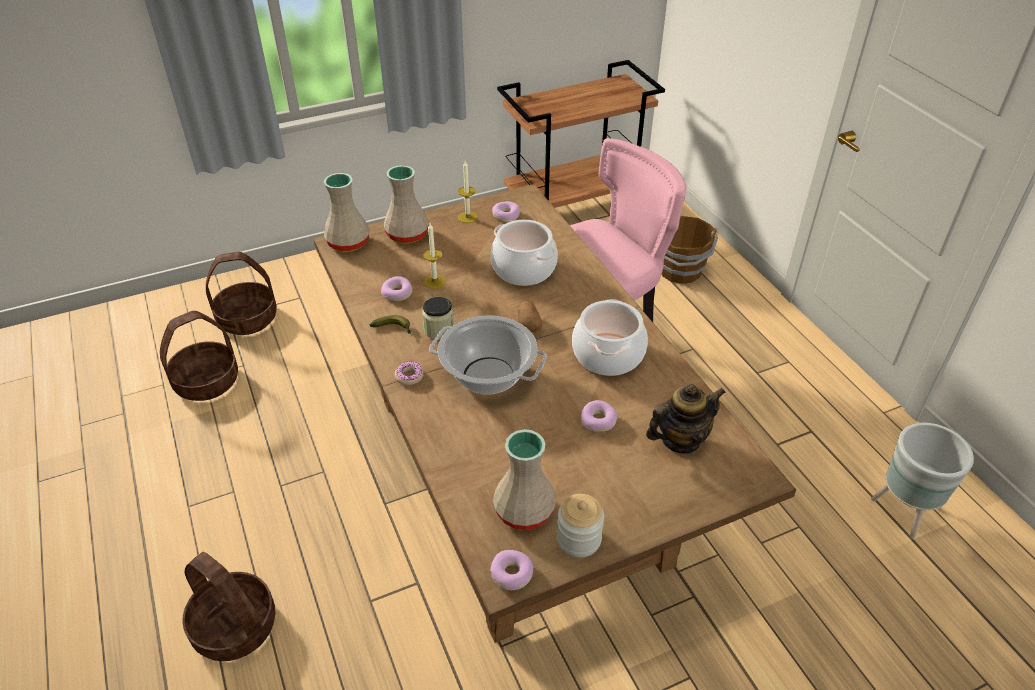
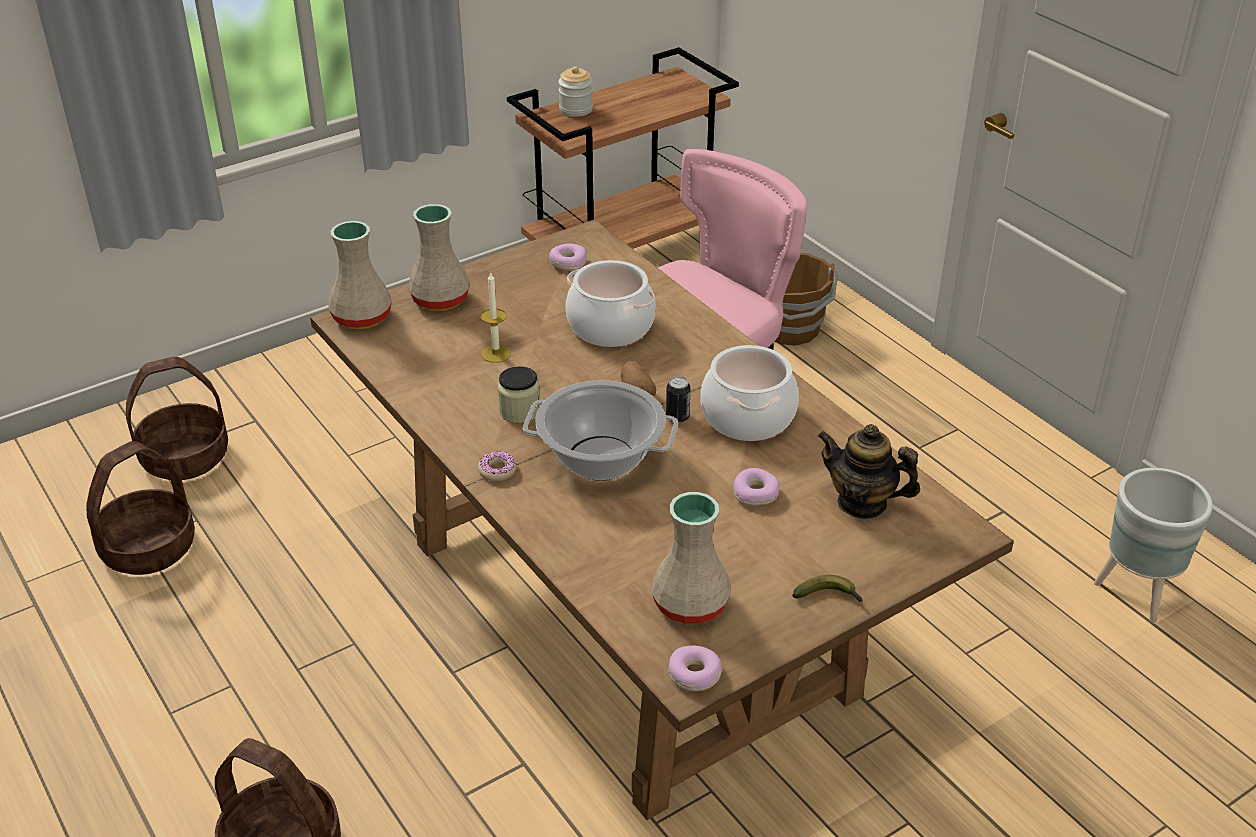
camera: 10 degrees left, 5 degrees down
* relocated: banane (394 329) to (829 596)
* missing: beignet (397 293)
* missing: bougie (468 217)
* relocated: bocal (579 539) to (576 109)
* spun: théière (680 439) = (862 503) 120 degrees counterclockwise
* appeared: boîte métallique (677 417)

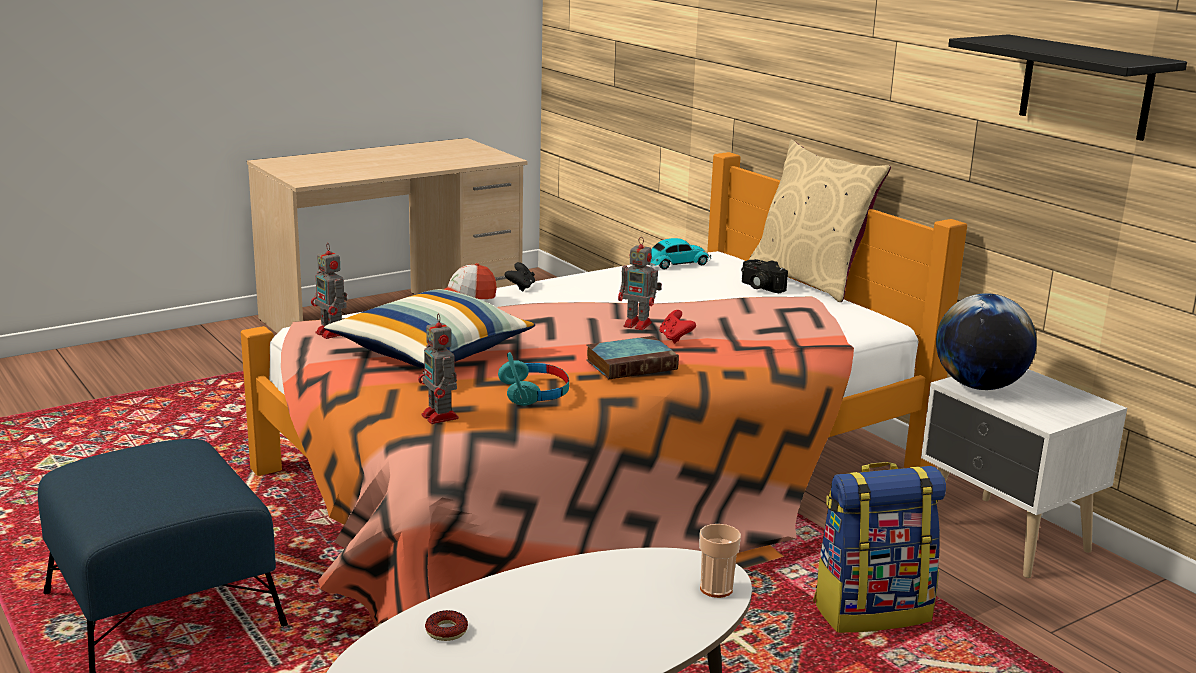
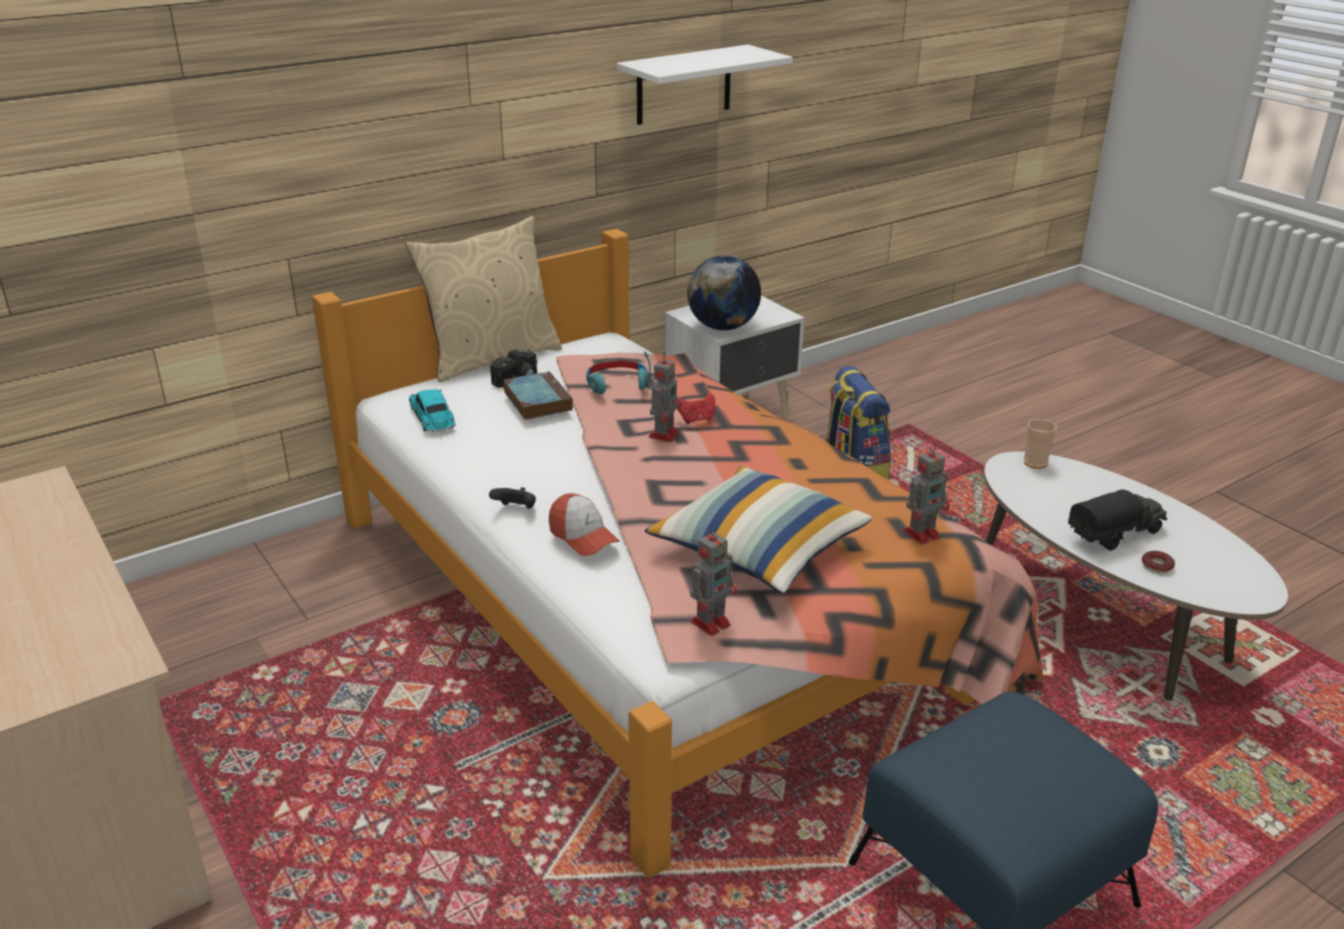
camera: 90 degrees left, 10 degrees up
* relocated: casque audio/turquoise (534 393) to (617 384)
* relocated: livre (632 364) to (536 400)
* colour: étagère/noir (1085 87) to étagère/blanc (684 85)
* appeared: camion jouet (1116 534)

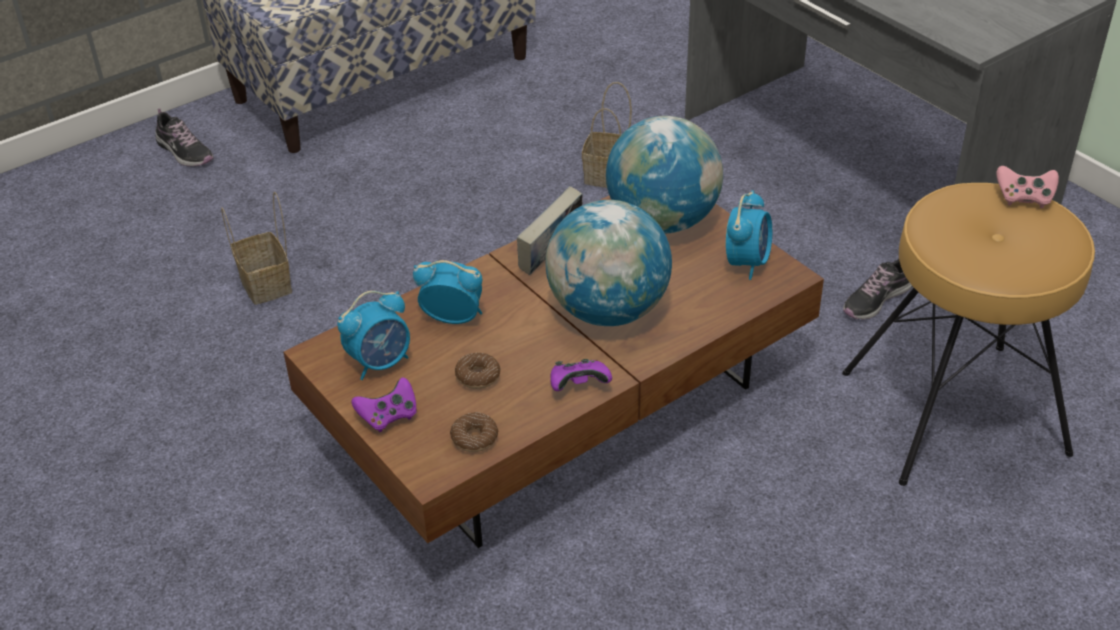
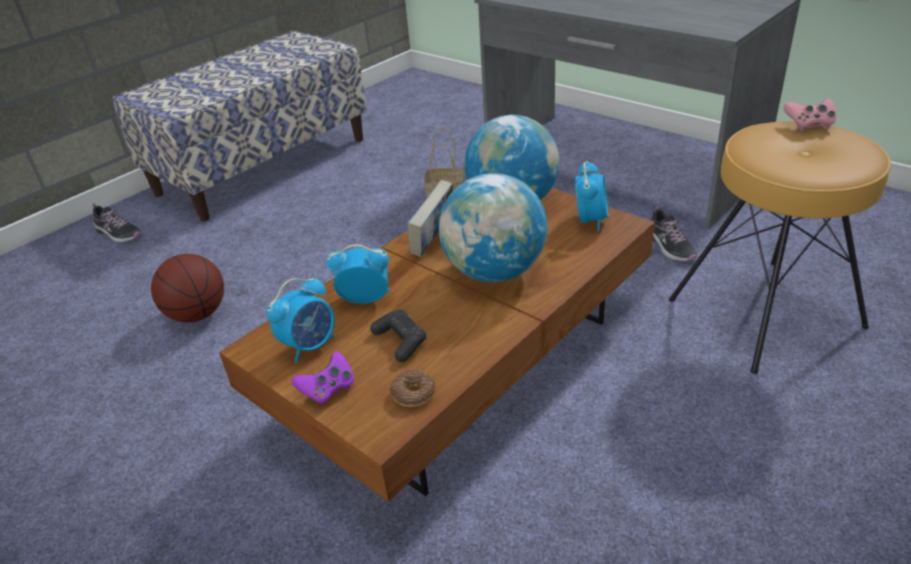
camera: 10 degrees left, 5 degrees down
* exchanged: panier (267 285) to ballon de basket (197 314)
* exchanged: beignet (478 376) to manette/noir (400 341)
* missing: manette/violet (579 386)
* spun: chaussure (876 299) = (669 246) 60 degrees counterclockwise

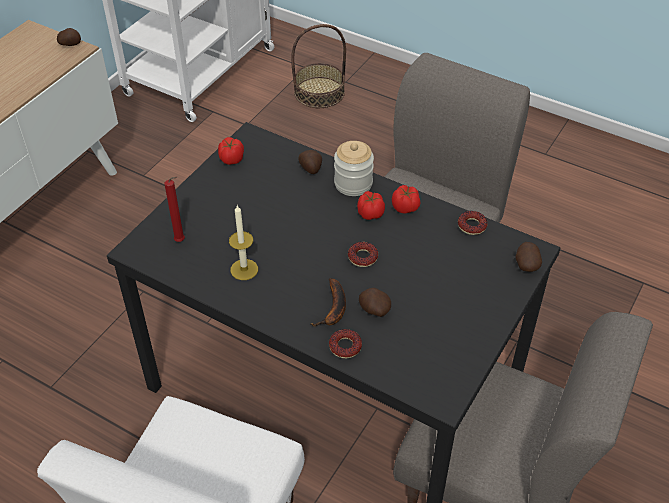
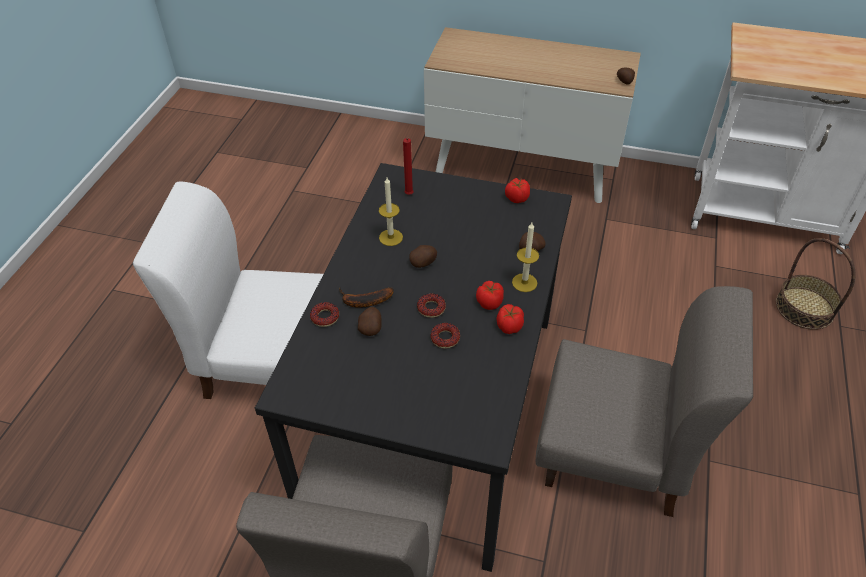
camera: 75 degrees right, 0 degrees up
* exchanged: bocal (353 183) to bougie (524 282)
* relocated: beignet (472 226) to (445 338)
* relocated: pomme de terre (526 264) to (423 263)

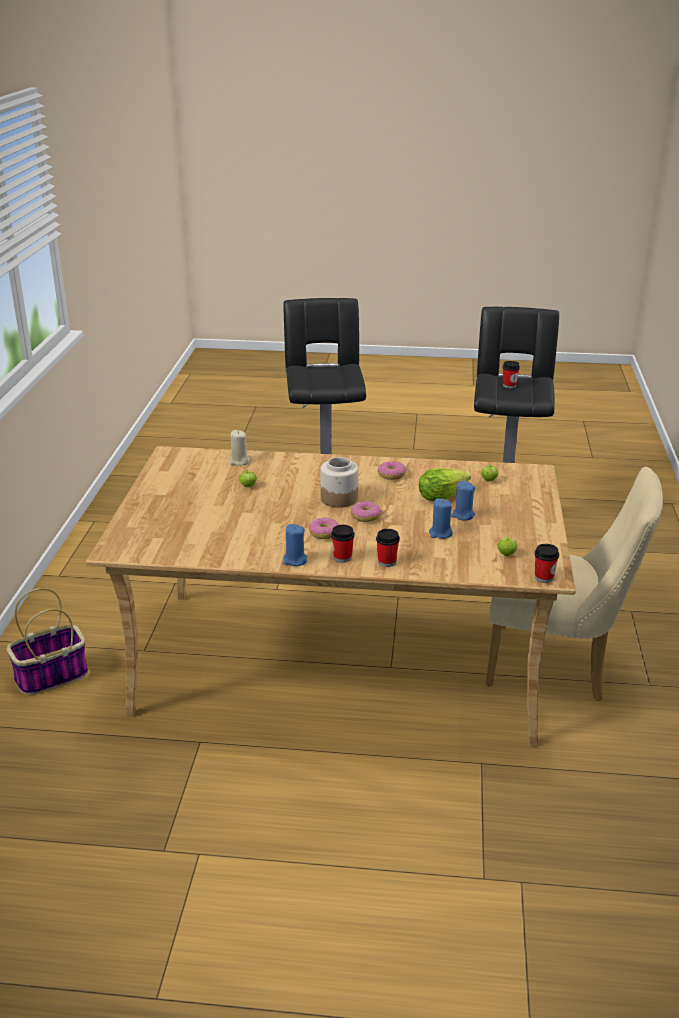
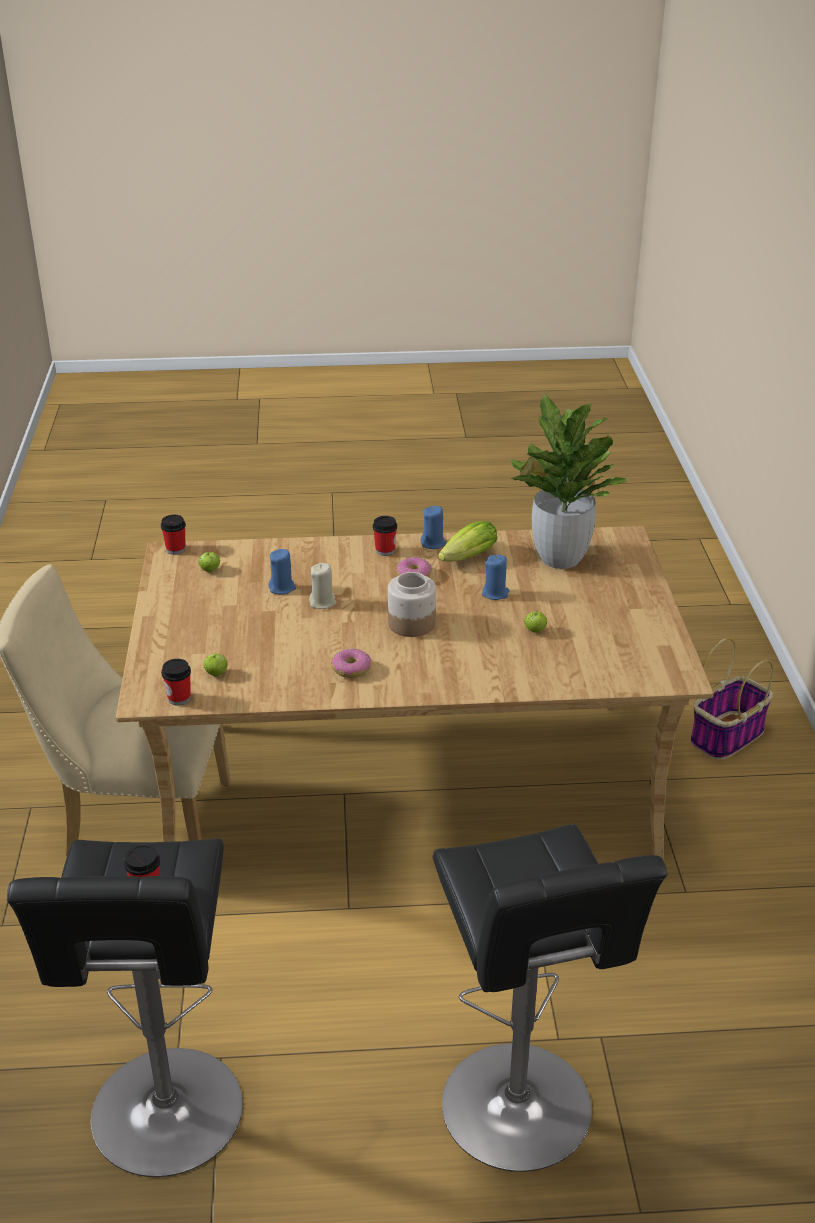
camera: 170 degrees right, 5 degrees up
* relocated: bougie/beige (239 461) to (323 602)
* missing: beignet (366 516)
* relocated: tasse (387 562) to (179 698)
* relocated: laitue (445 495) to (465 559)
* relocated: bougie/bleu (463 515) to (495 593)
* appeared: plante en pot (559 558)

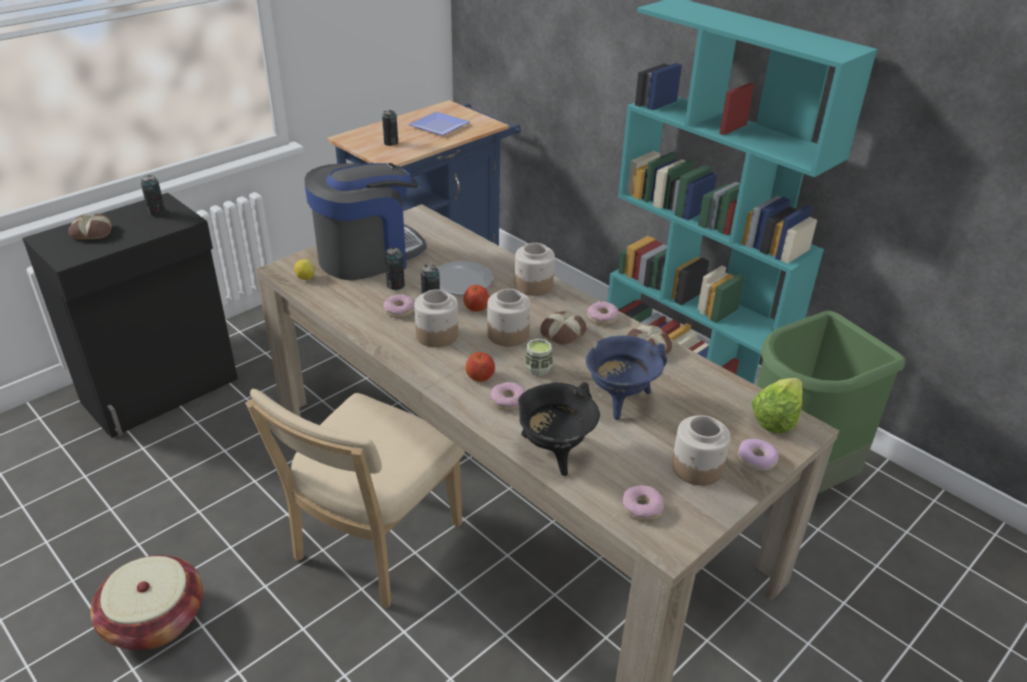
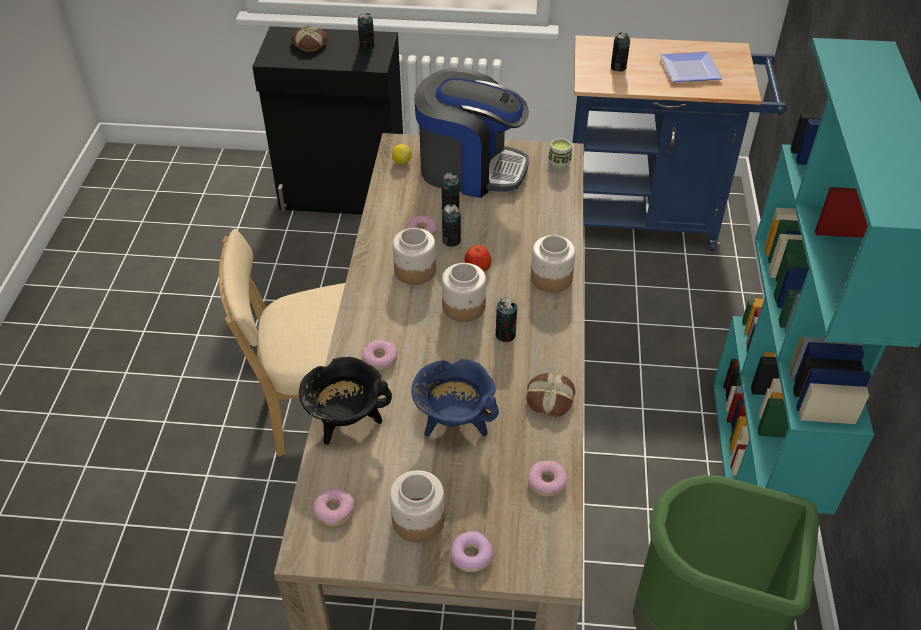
camera: 50 degrees right, 10 degrees up
* missing: panier (155 620)
* missing: assiette (461 280)
* missing: pomme (480 376)
* relocated: tasse (538 369) to (559 164)
* exchanged: pain (562 332) to boîte métallique (505 335)
* relocated: beignet (602 317) to (546 482)
* missing: laitue (775 418)

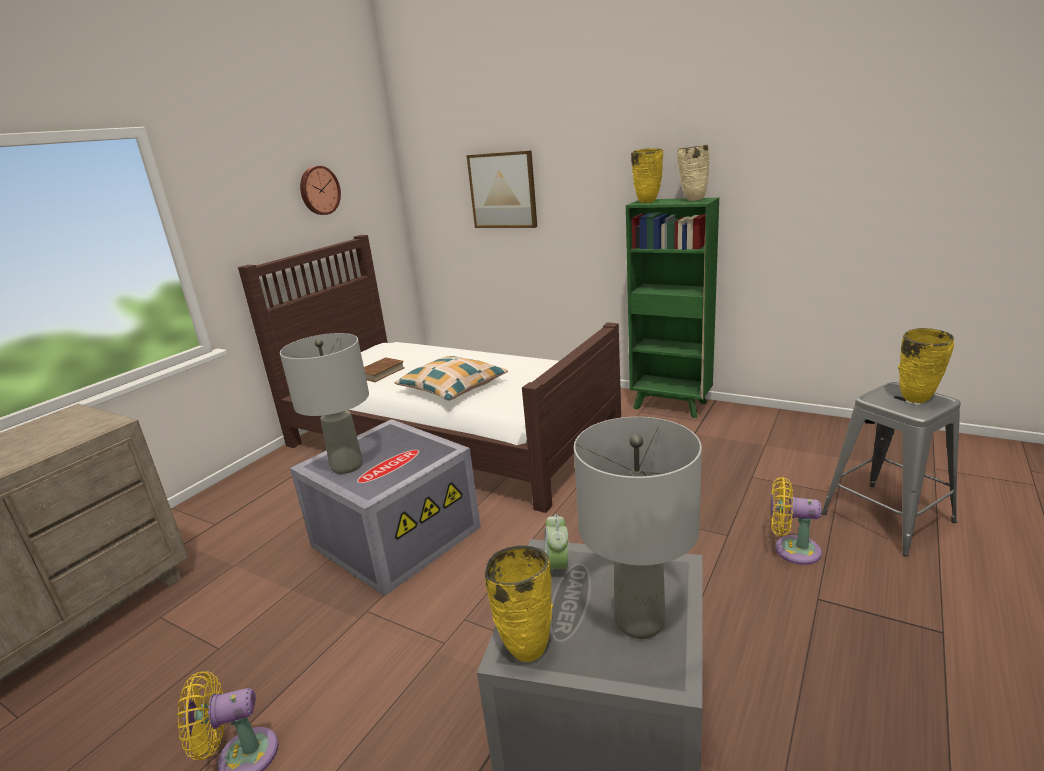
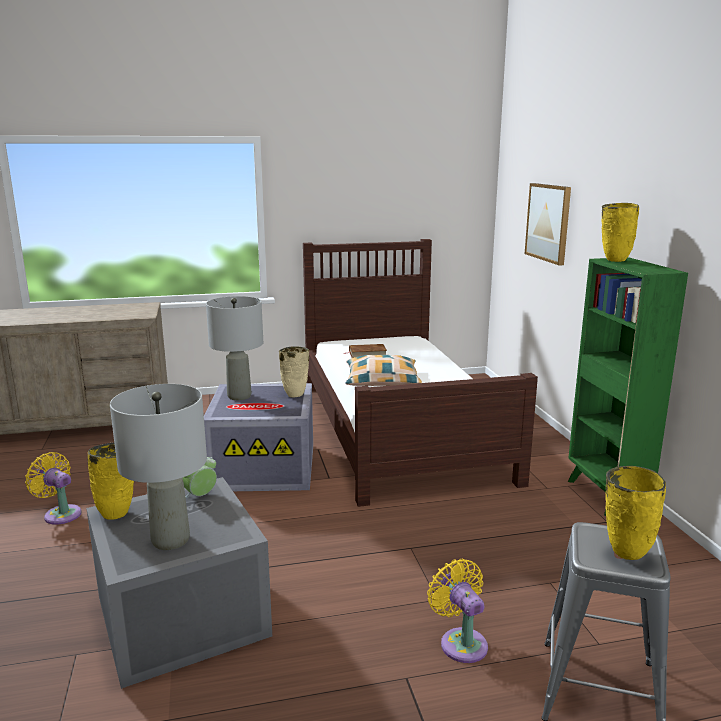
camera: 45 degrees right, 5 degrees down
* missing: horloge murale (319 190)
* relocated: vase/beige (692 200) to (295 394)

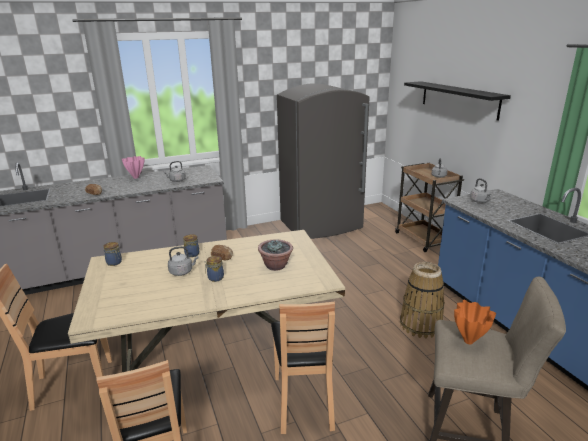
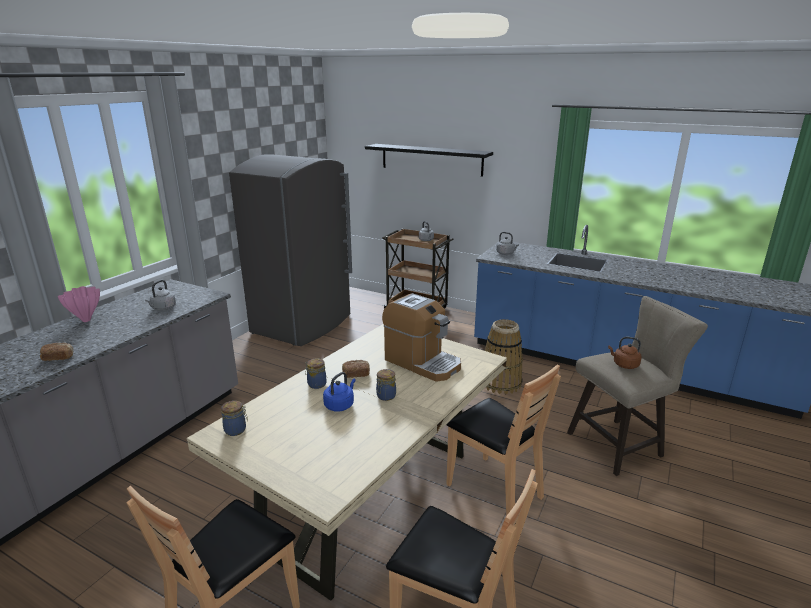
camera: 40 degrees left, 0 degrees up
* colour: bouilloire/gris (182 272) to bouilloire/bleu (340 405)
* exchanged: plante en pot (276 266) to machine à café (422 362)
* exchanged: vase/orange (469 342) to bouilloire/marron (624 364)

